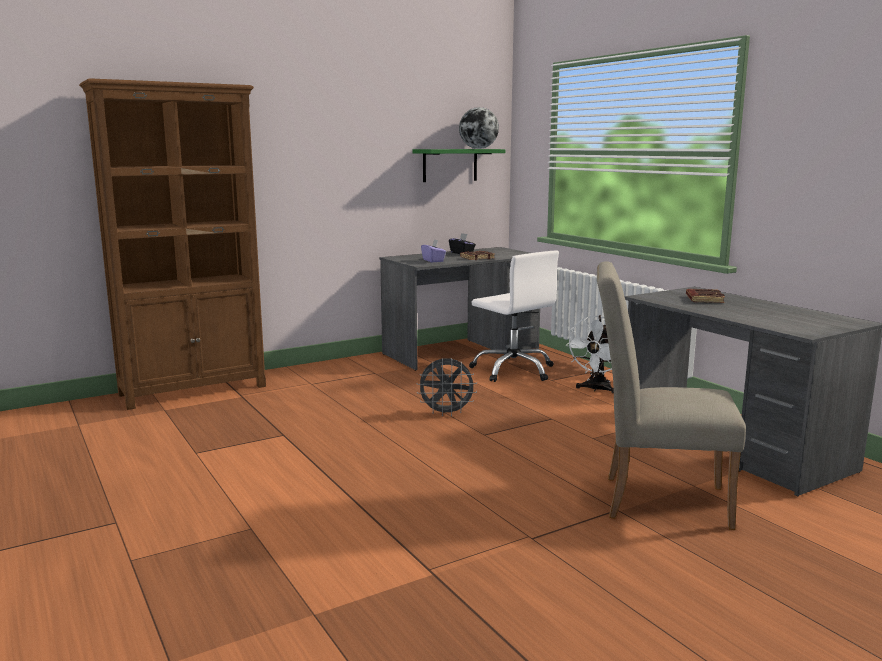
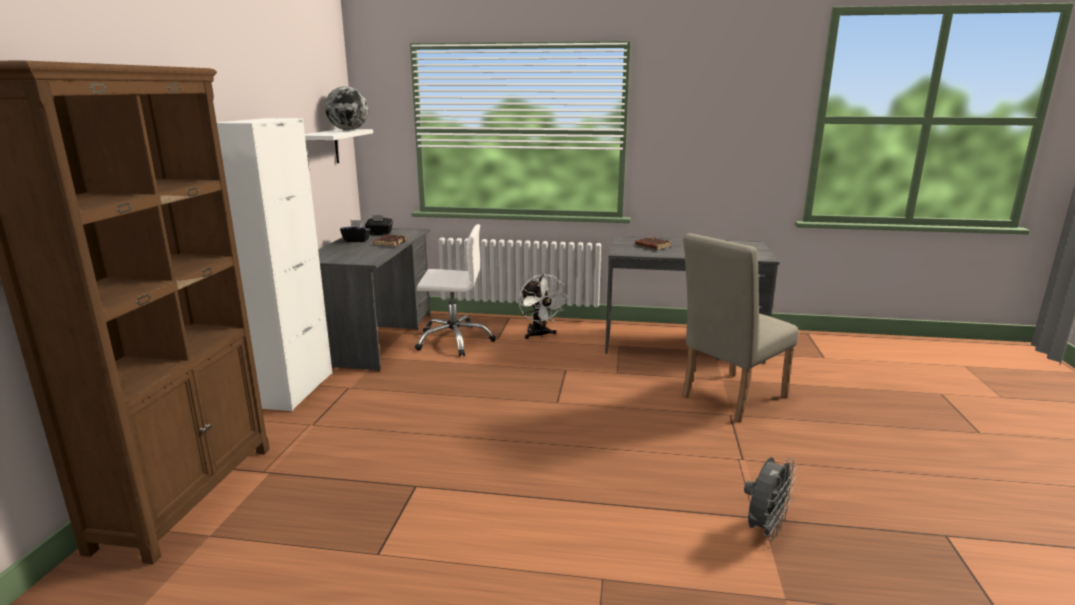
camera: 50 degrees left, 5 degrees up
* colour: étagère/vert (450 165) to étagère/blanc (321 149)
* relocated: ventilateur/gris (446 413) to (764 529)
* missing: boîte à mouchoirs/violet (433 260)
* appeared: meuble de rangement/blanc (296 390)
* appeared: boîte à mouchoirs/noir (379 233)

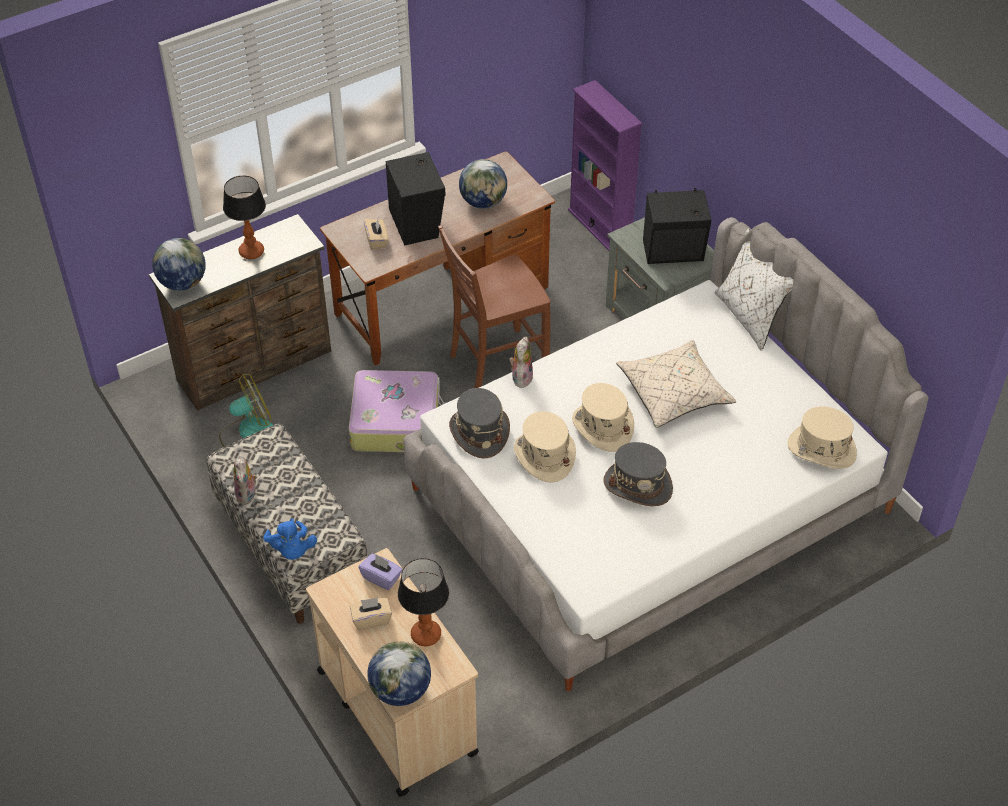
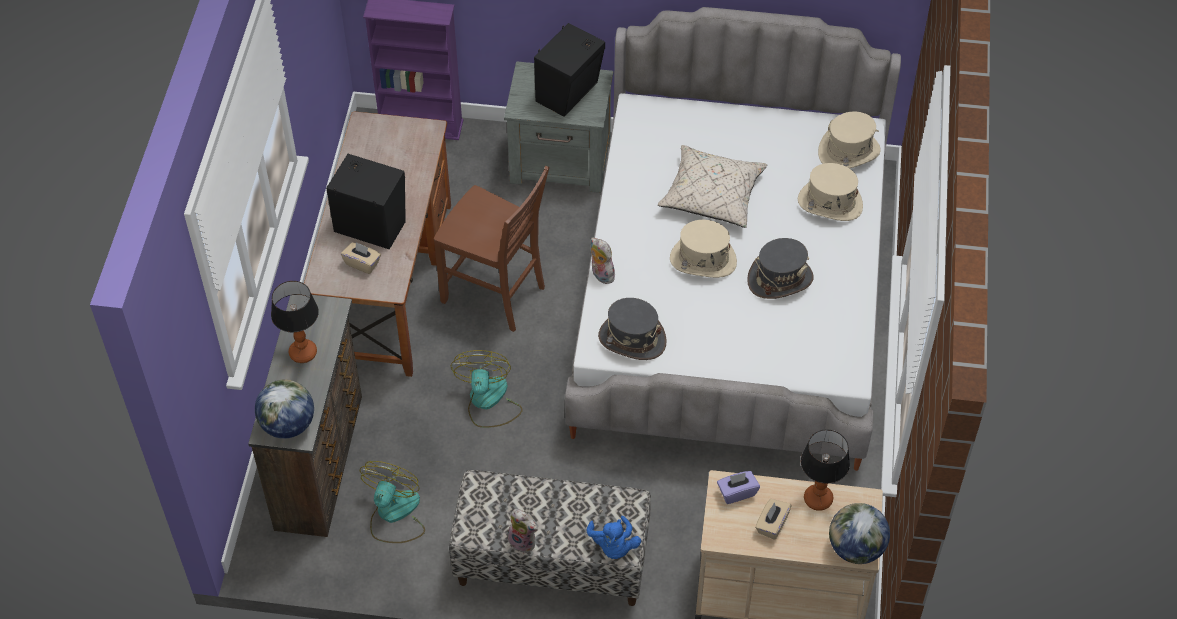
camera: 50 degrees left, 5 degrees up
* spun: peluche/bleu (292 550) = (613 546) 60 degrees clockwise
* exchanged: valise (397 421) to ventilateur (488 402)
* spun: chaise/marron (496 363) = (495 294) 75 degrees counterclockwise
* missing: globe (483 202)
* relocated: chapeau/beige (544 456) to (829 203)
* missing: coussin/blanc (750 317)

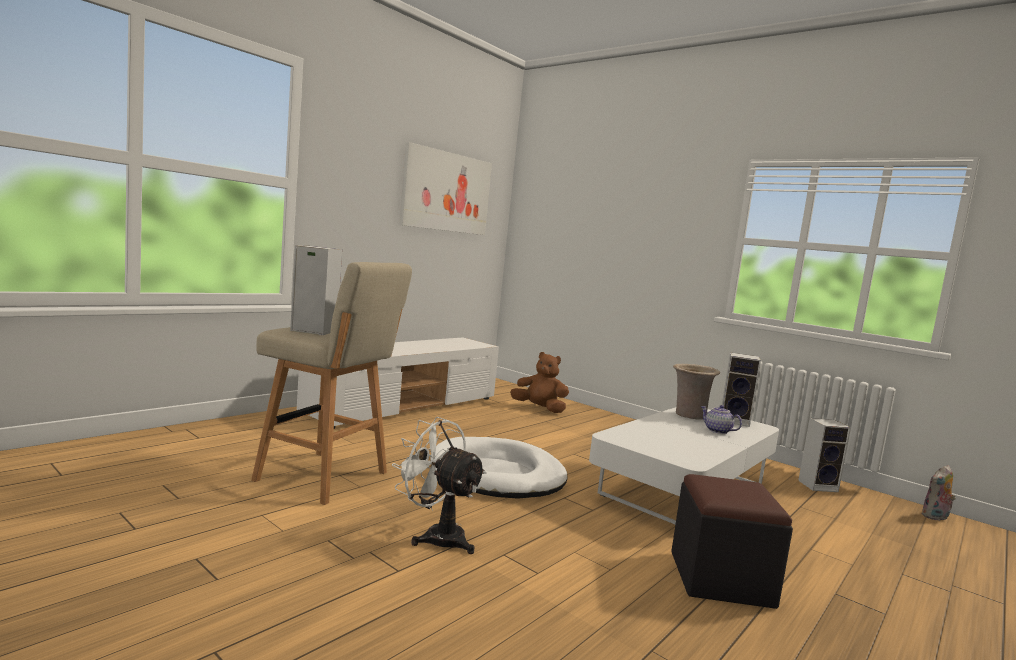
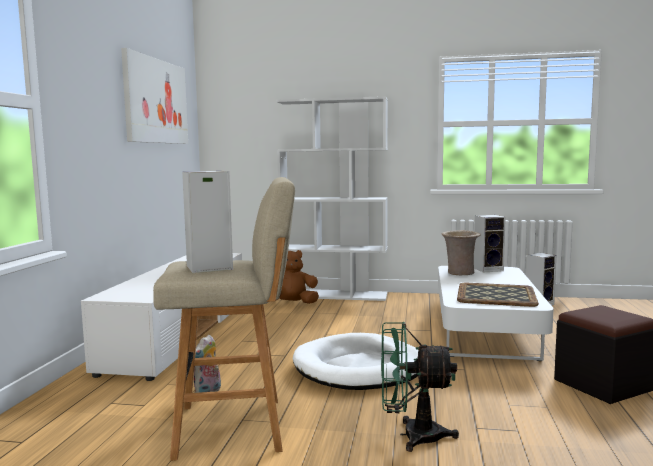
camera: 30 degrees left, 0 degrees up
* colour: ventilateur/blanc (437 536) to ventilateur/vert (412 435)
* missing: théière (717 431)
* relocated: peluche (935 517) to (208 392)
* appeared: bibliothèque/blanc (335 295)
* appeared: plateau (496 295)

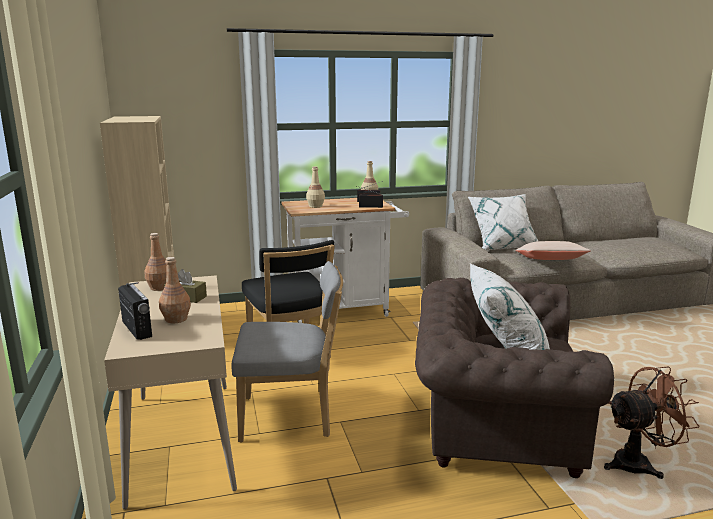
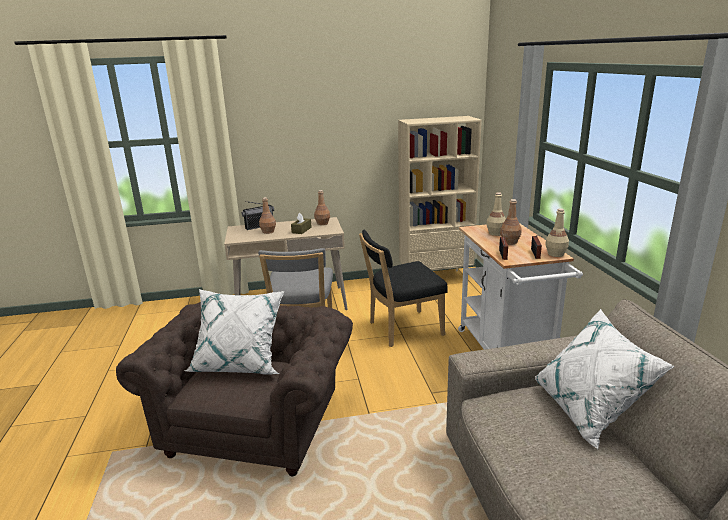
camera: 95 degrees right, 5 degrees up
* missing: coussin/beige (550 261)
* missing: ventilateur/marron (639 464)
* appeared: bouteille/marron (510 242)

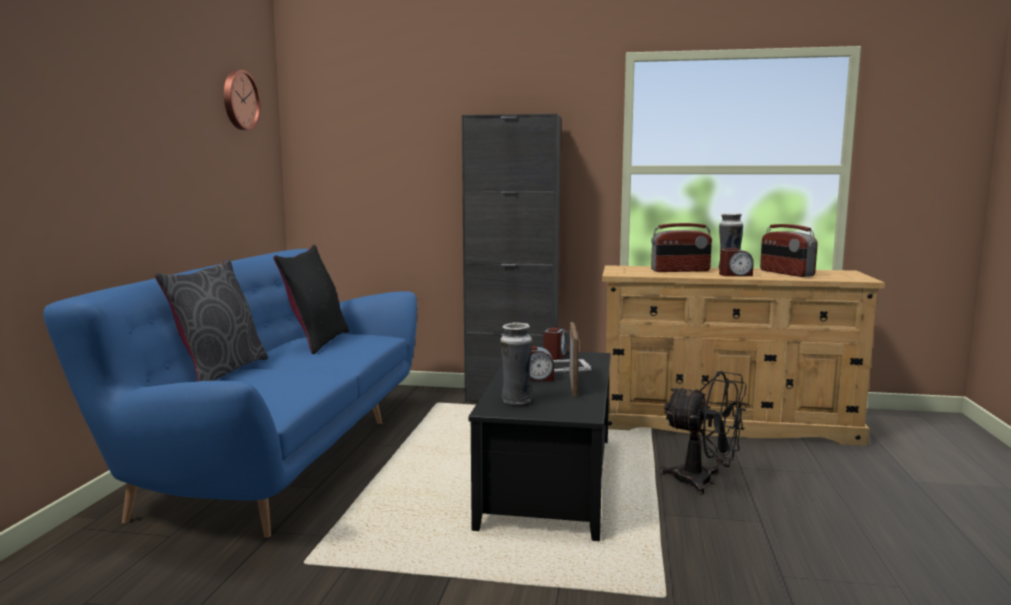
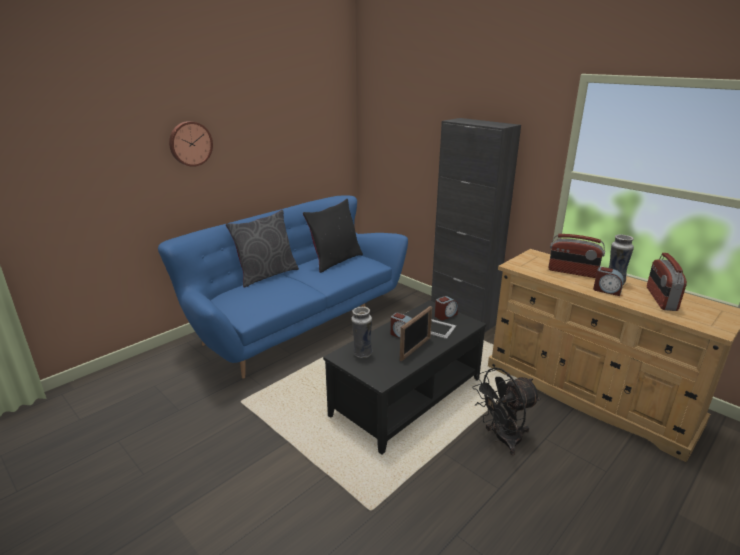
camera: 35 degrees right, 15 degrees up
* relocated: horloge murale (239 100) to (190 143)
* spun: ventilateur/noir (703 482) = (502 439) 90 degrees clockwise

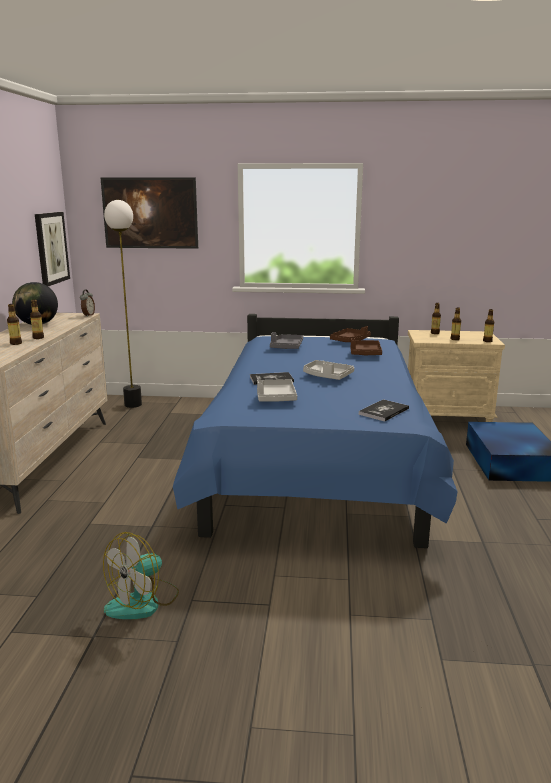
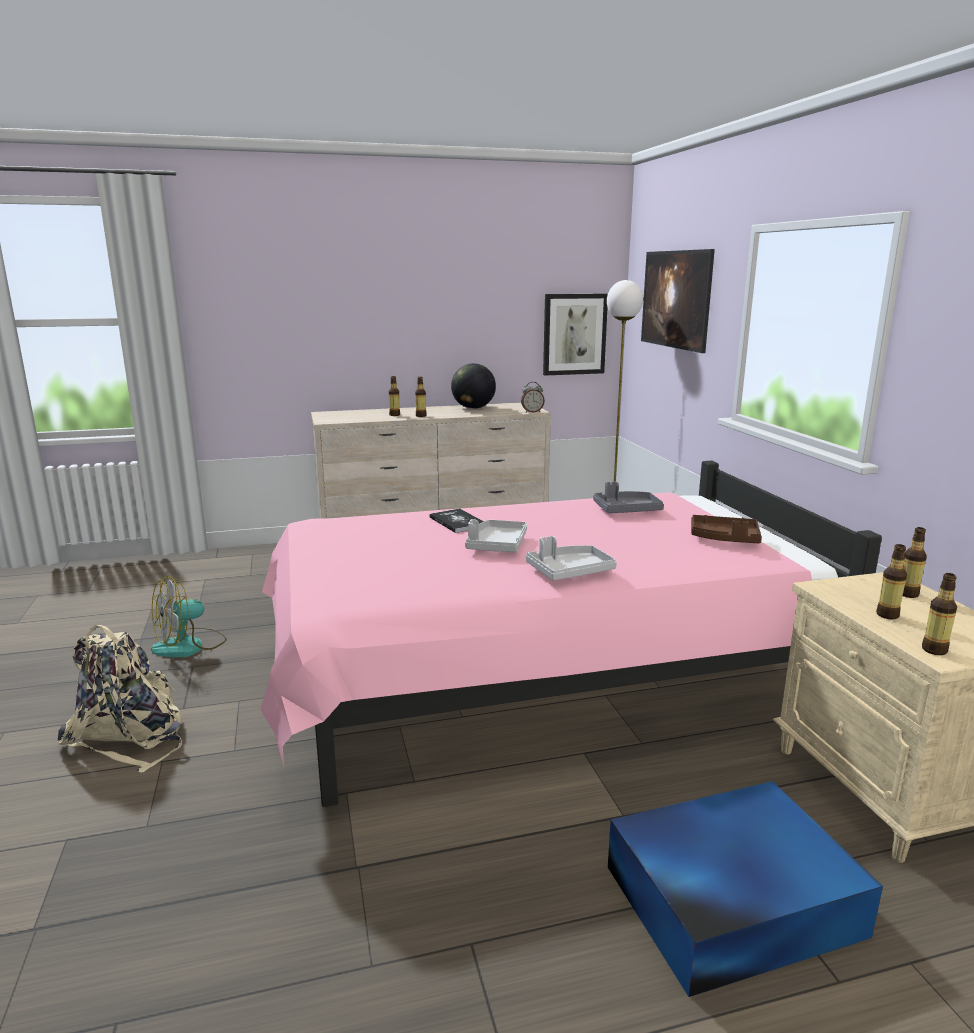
camera: 70 degrees right, 0 degrees up
* spun: ventilateur (143 602) = (189 646) 60 degrees counterclockwise
* colour: lit/bleu (316 464) to lit/rose (536 680)
* relocated: plateau/gris (275 398) to (569 572)
* missing: plateau/marron (365 353)
* missing: livre (383 411)
* appeared: sac à dos/beige (131 735)

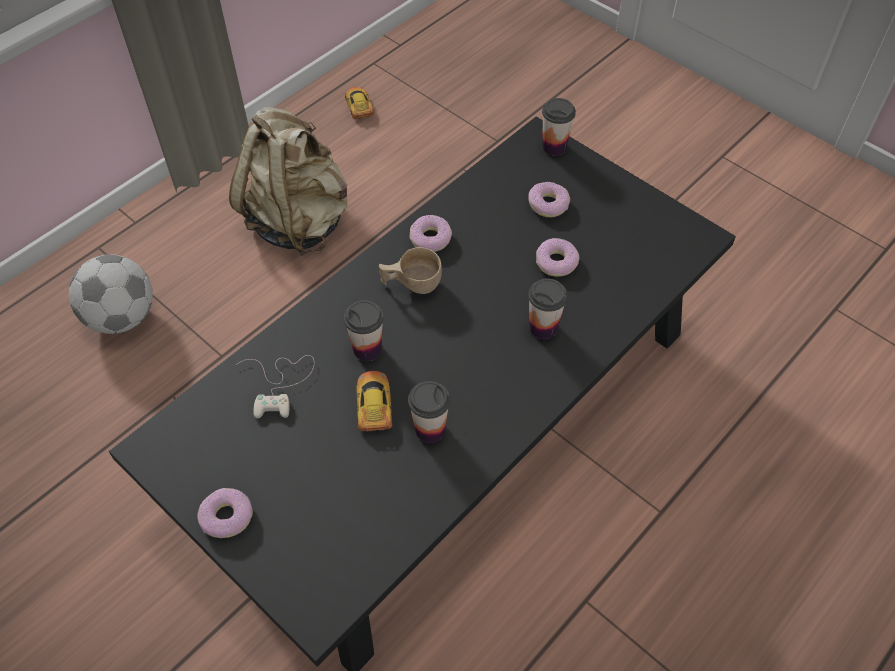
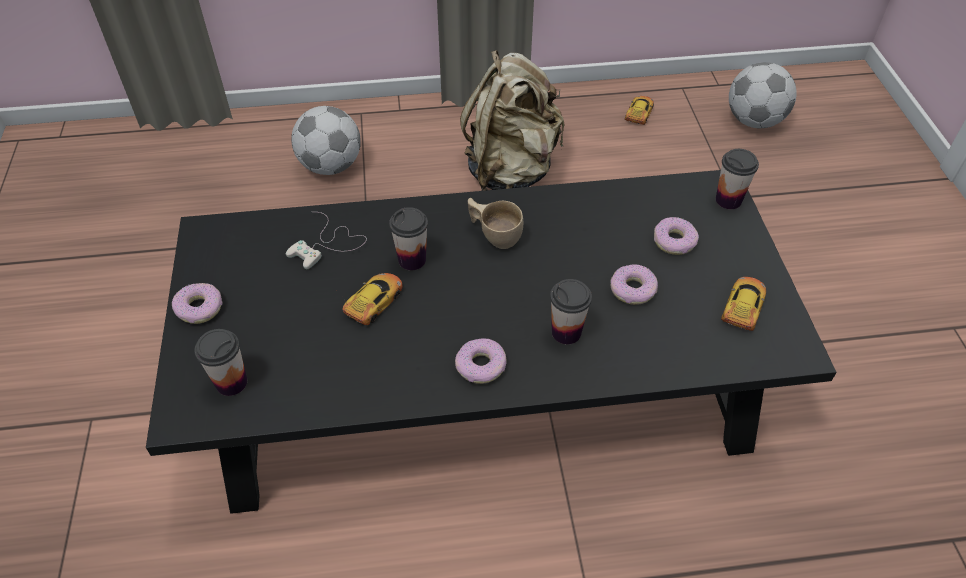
camera: 40 degrees right, 5 degrees down
* relocated: tasse (430 429) to (231 382)
* relocated: beignet (431 238) to (481 366)
* appeared: petite voiture (743 306)
* appeared: ballon de foot (754 121)

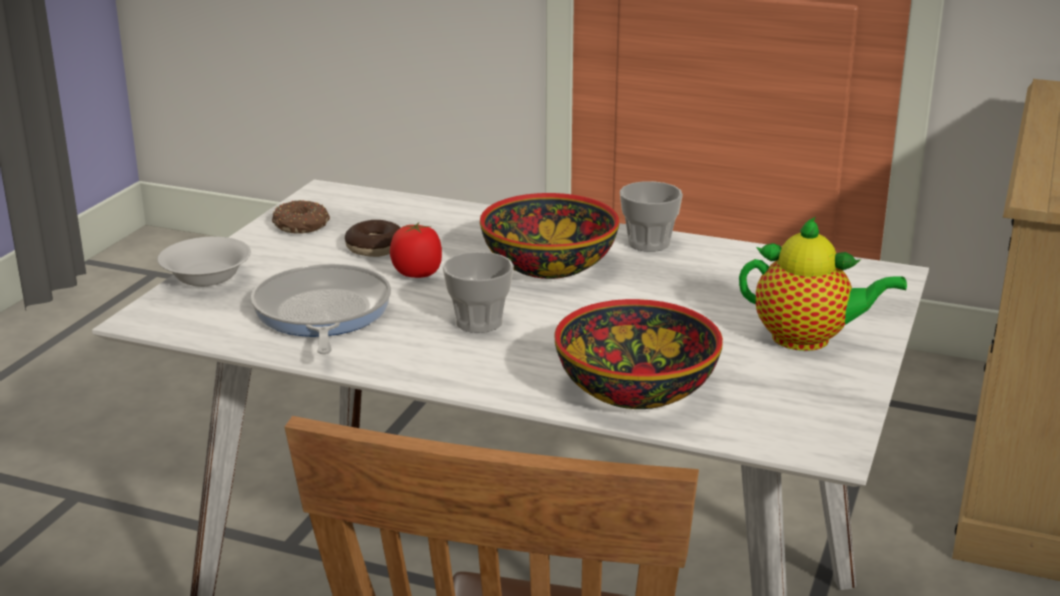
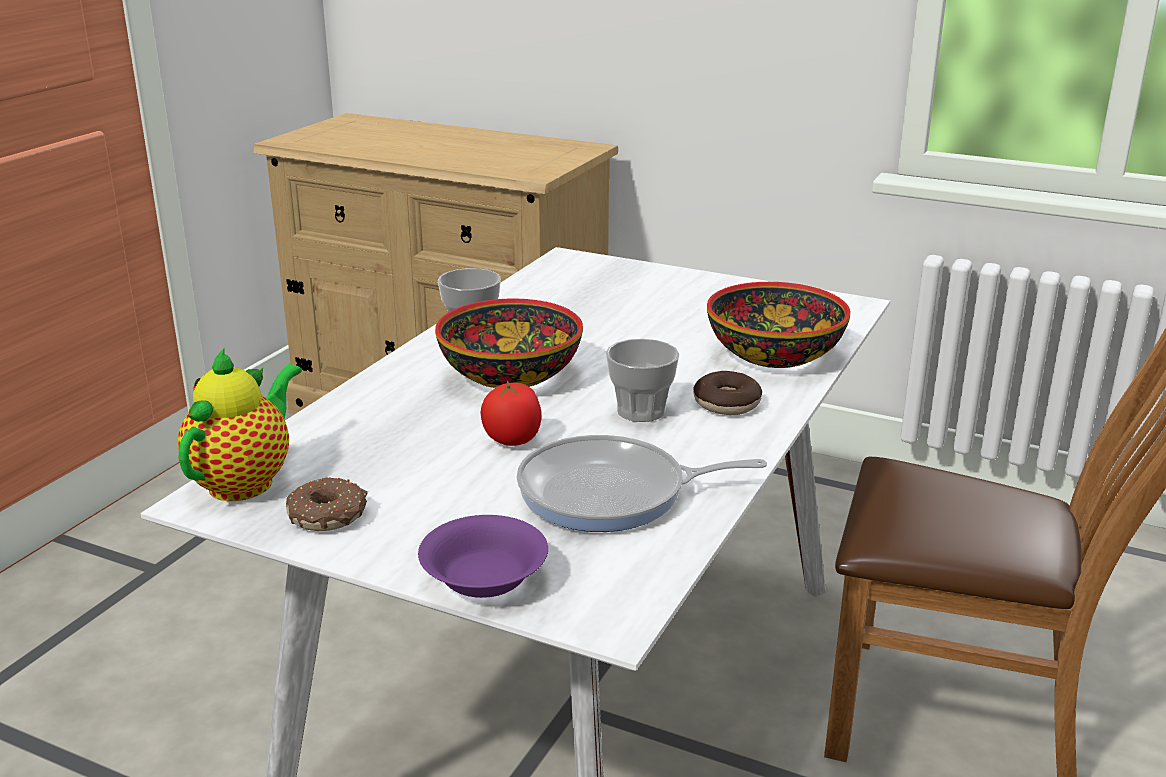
camera: 85 degrees left, 0 degrees up
* colour: bol/blanc (208 278) to bol/violet (484 578)
* relocated: beignet (375 248) to (726 403)
* relocated: théière (808 339) to (246 481)

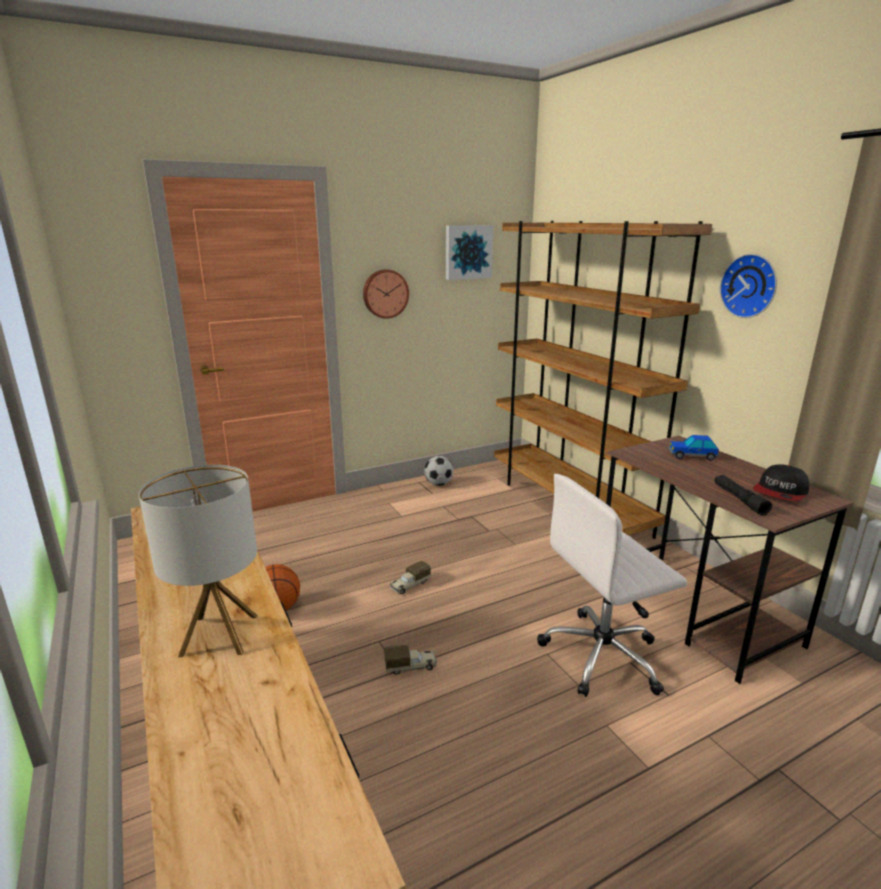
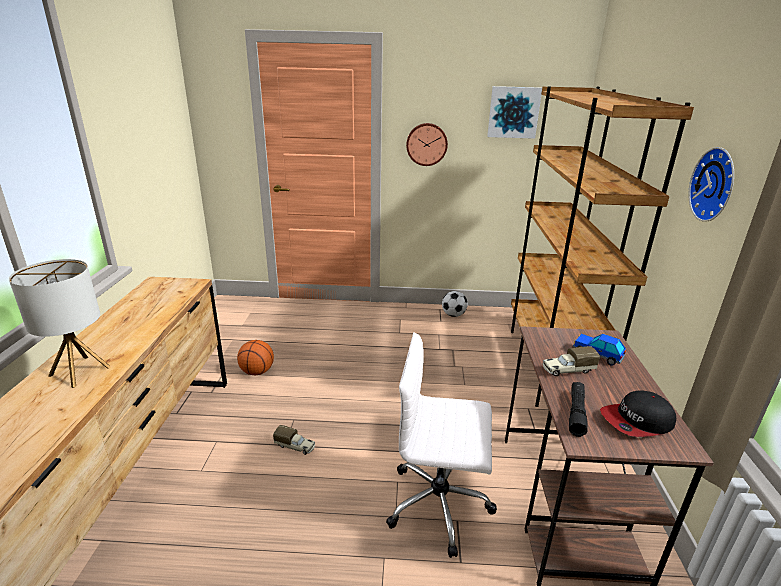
camera: 30 degrees right, 5 degrees up
* relocated: camion jouet (409 585) to (567 370)

